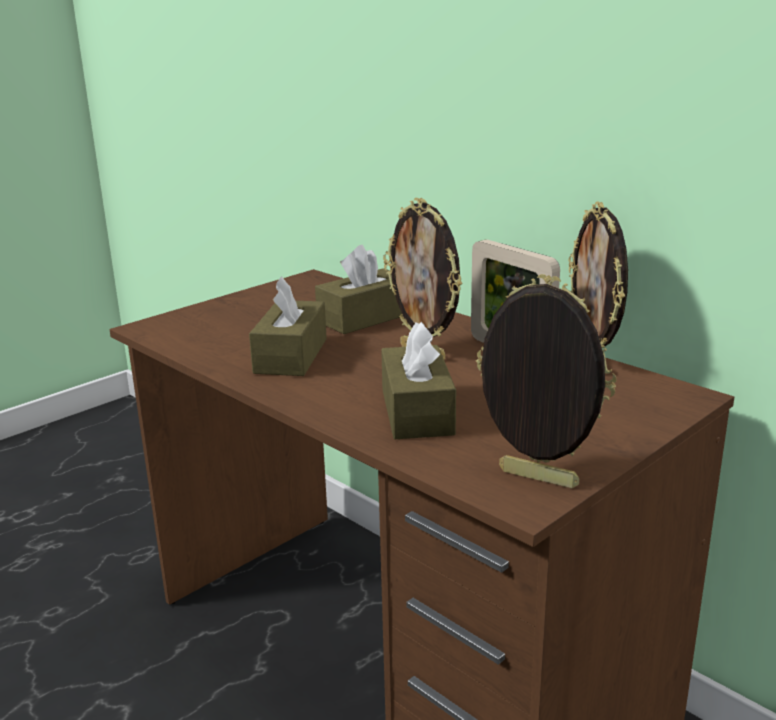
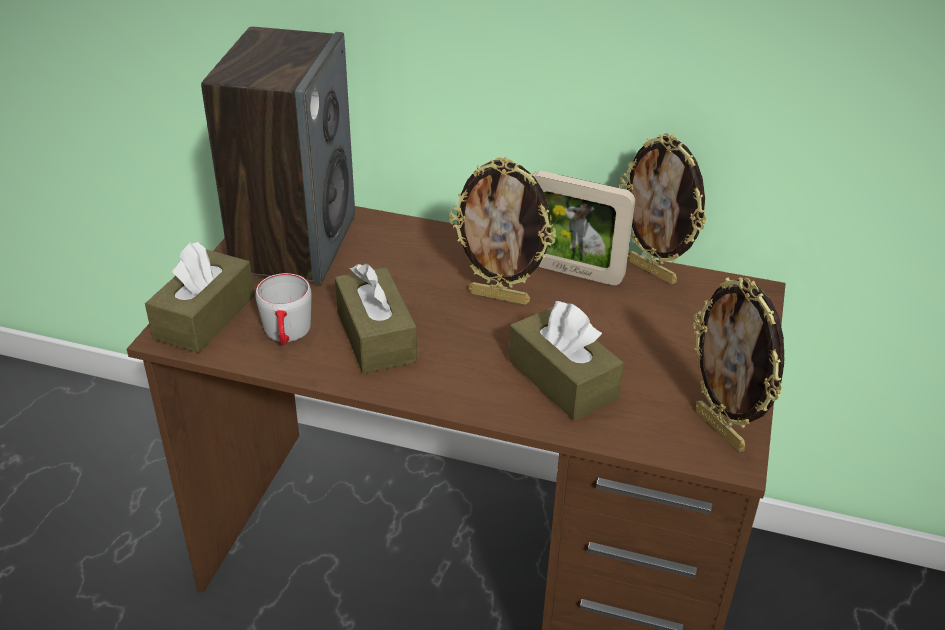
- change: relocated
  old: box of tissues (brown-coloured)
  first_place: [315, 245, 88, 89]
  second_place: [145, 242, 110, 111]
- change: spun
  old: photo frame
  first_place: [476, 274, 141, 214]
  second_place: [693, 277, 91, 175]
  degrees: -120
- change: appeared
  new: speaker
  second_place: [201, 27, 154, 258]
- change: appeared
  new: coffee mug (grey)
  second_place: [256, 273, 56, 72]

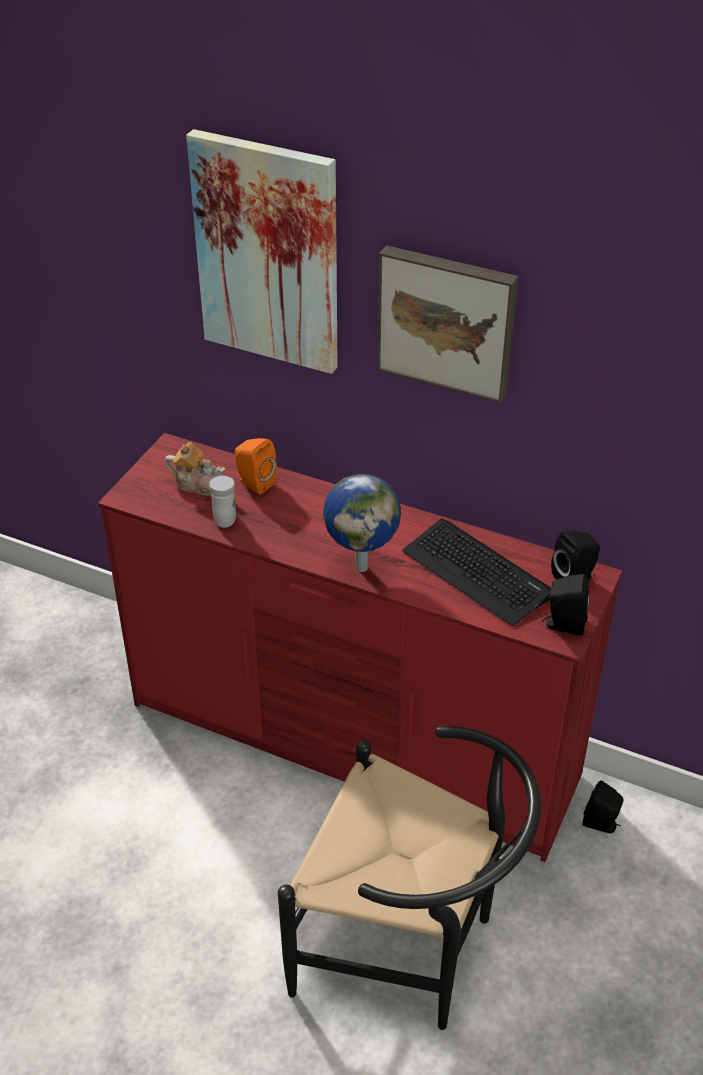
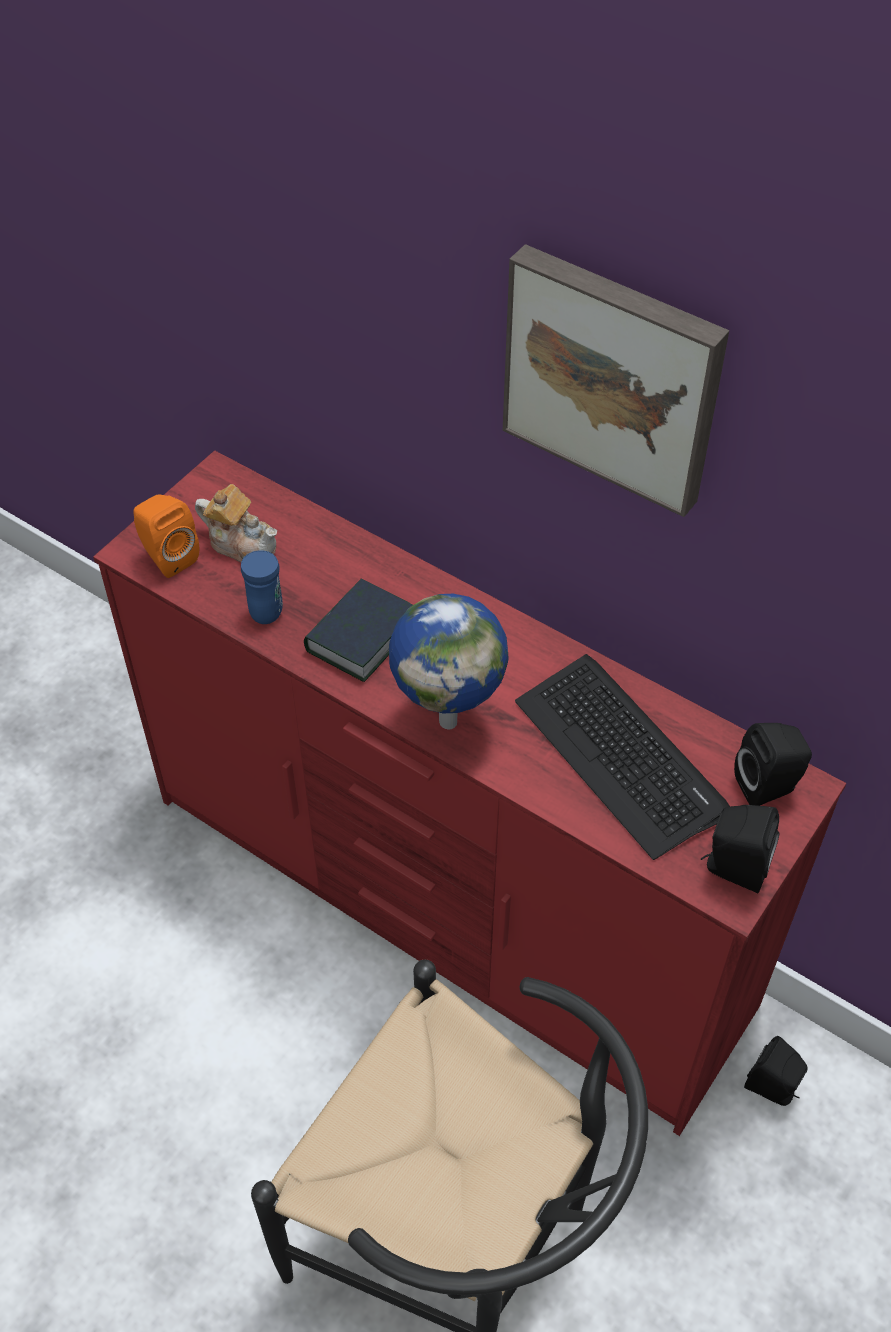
- change: missing
  old: picture
  first_place: [186, 129, 152, 245]
- change: colour
  old: coffee mug (white)
  new: coffee mug (bluish)
  first_place: [209, 476, 27, 52]
  second_place: [241, 550, 42, 74]
- change: relocated
  old: speaker (orange-coloured)
  first_place: [235, 438, 43, 56]
  second_place: [134, 495, 65, 83]
- change: appeared
  new: book
  second_place: [304, 578, 108, 104]

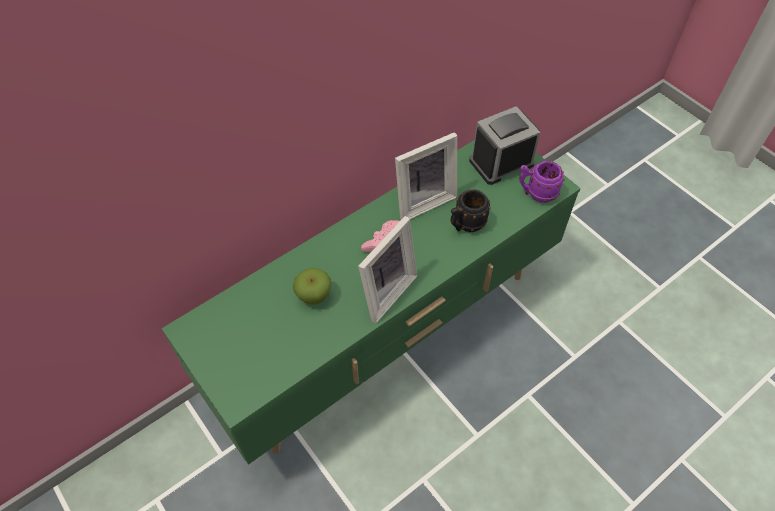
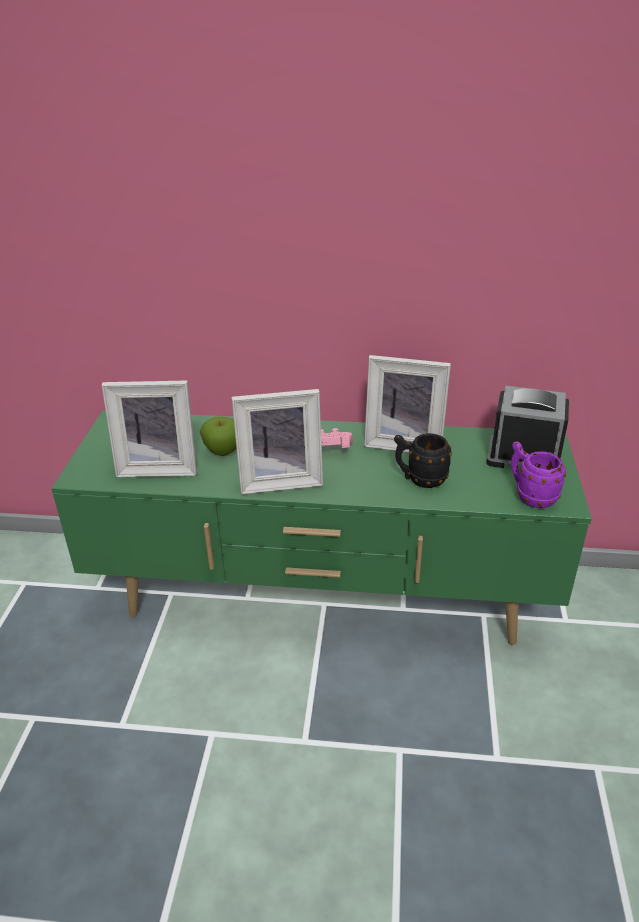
- change: appeared
  new: photo frame
  second_place: [101, 380, 96, 97]

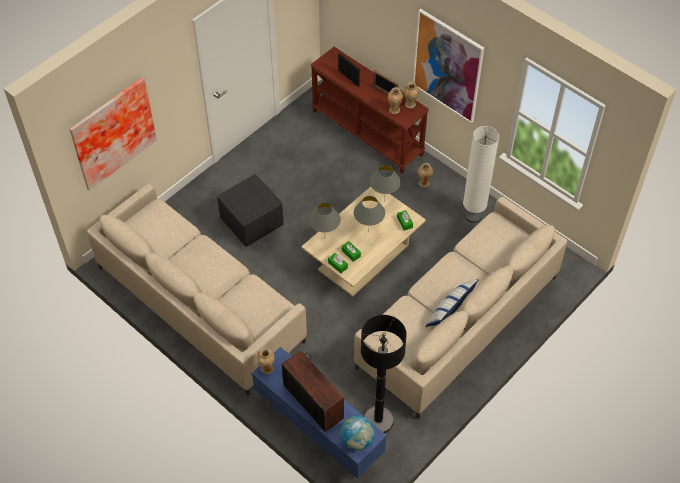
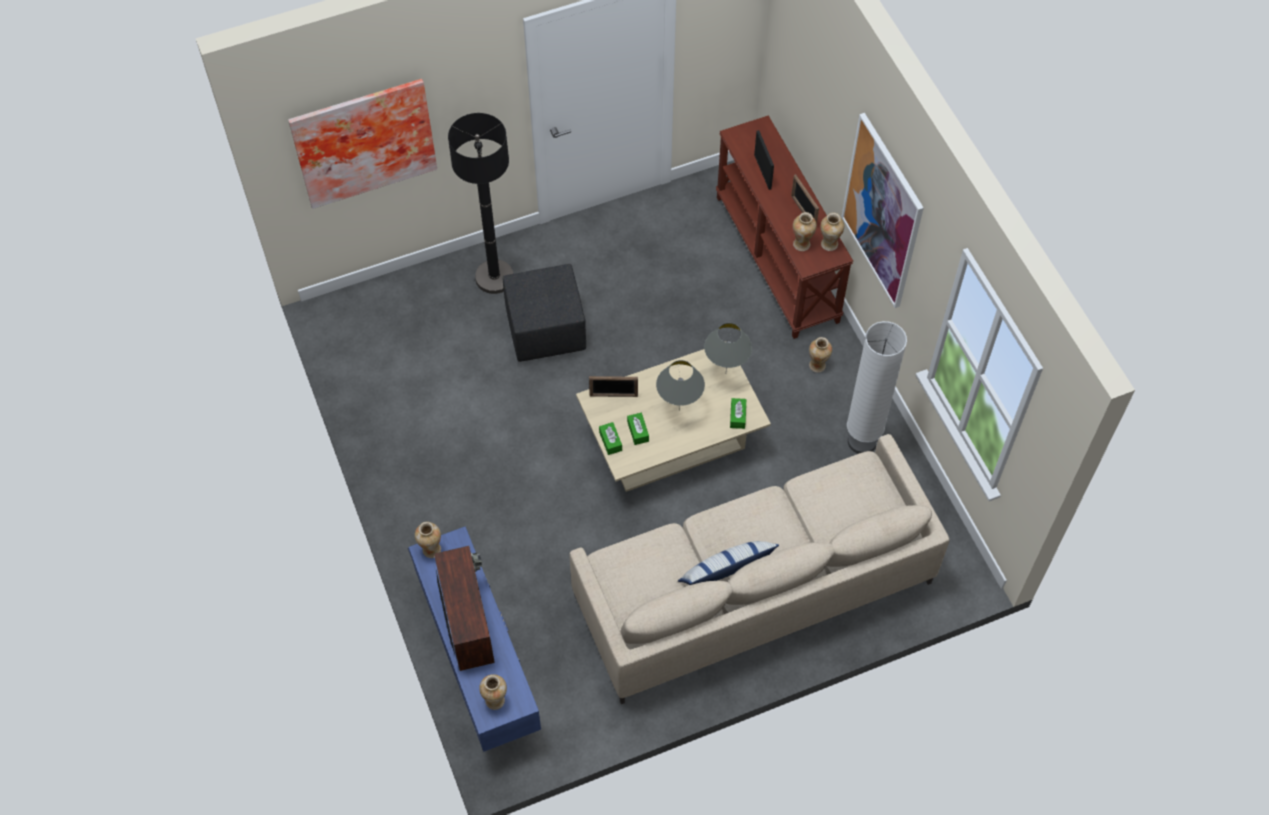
- change: missing
  old: couch (sand-coloured)
  first_place: [87, 184, 220, 212]
- change: exchanged
  old: lamp for a table (grey)
  new: photo frame
  first_place: [309, 203, 32, 29]
  second_place: [589, 376, 49, 21]
- change: exchanged
  old: desk globe
  new: vase
  first_place: [340, 415, 35, 35]
  second_place: [479, 674, 28, 36]
- change: relocated
  old: floor lamp (black-coloured)
  first_place: [361, 315, 46, 118]
  second_place: [448, 113, 66, 181]

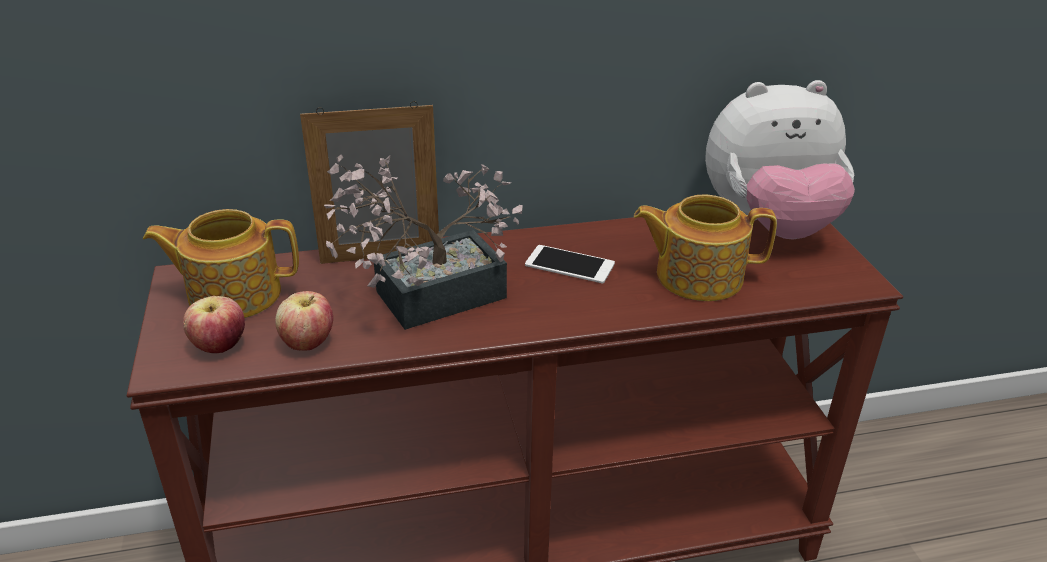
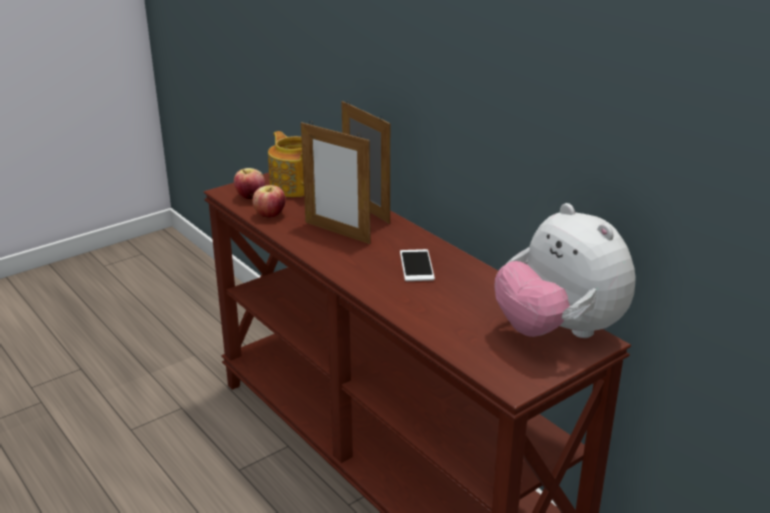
- change: exchanged
  old: plant in a pot
  new: photo frame
  first_place: [324, 154, 199, 176]
  second_place: [301, 121, 70, 123]
- change: missing
  old: pot for tea
  first_place: [634, 194, 143, 107]

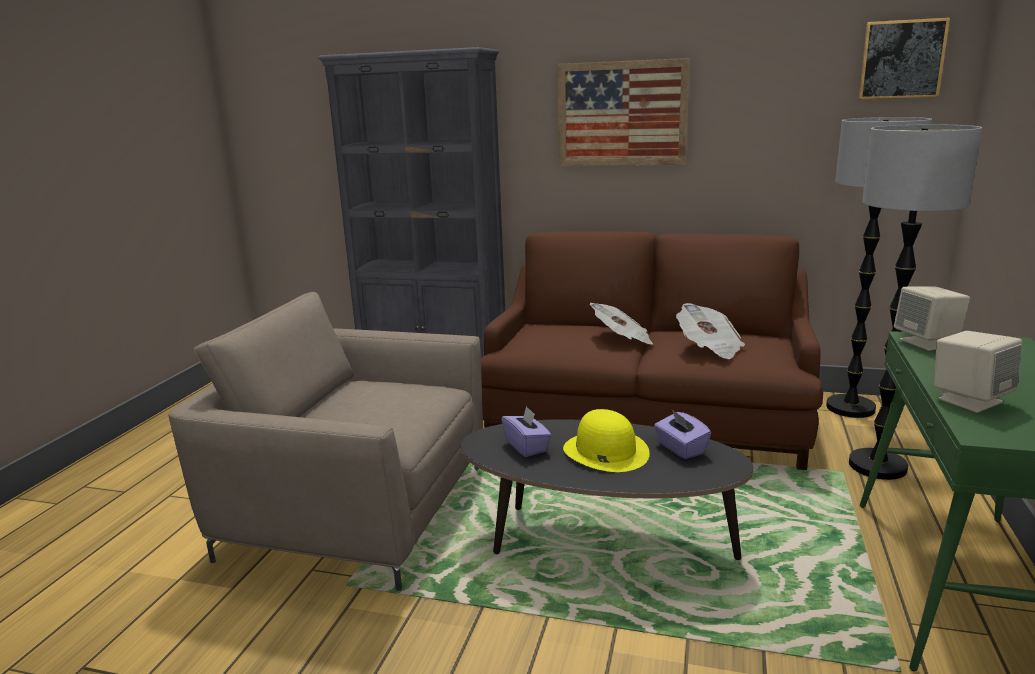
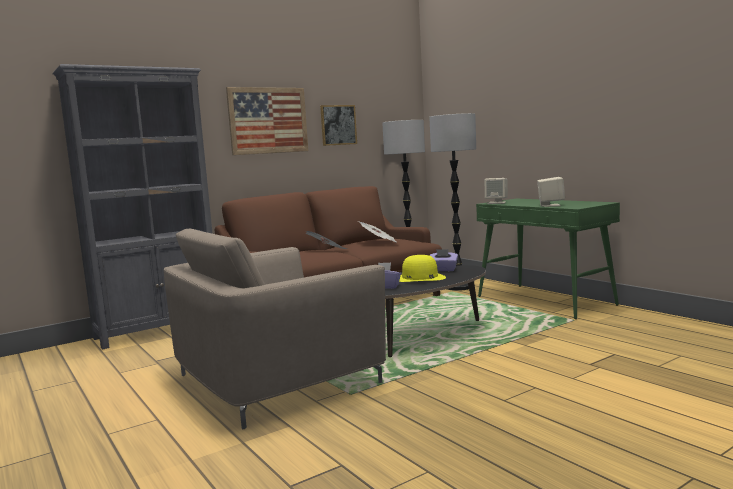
- change: relocated
  old: picture
  first_place: [858, 18, 92, 81]
  second_place: [320, 105, 37, 41]

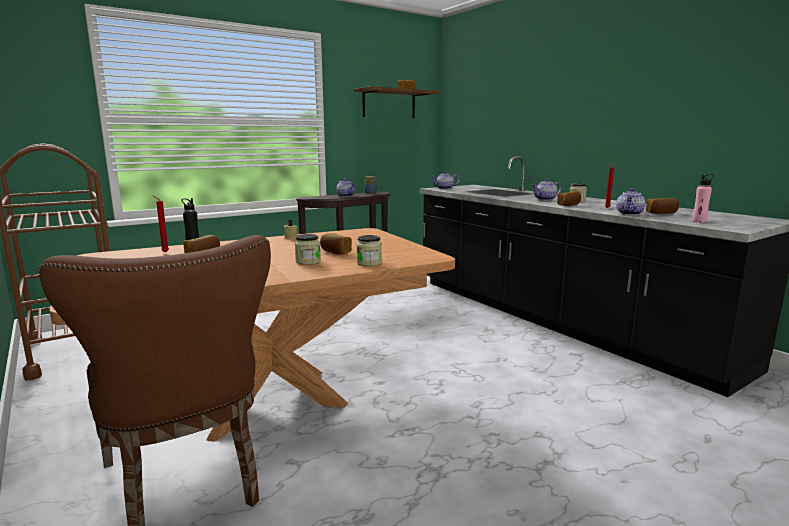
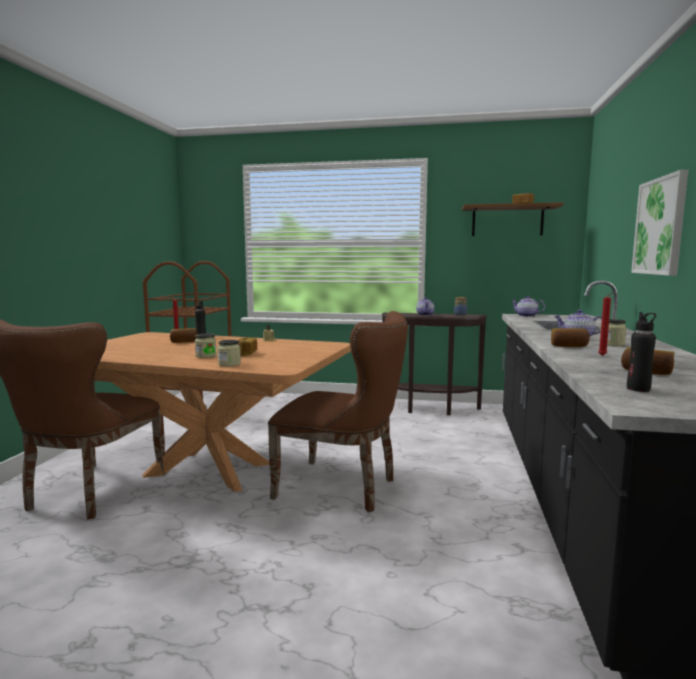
- change: missing
  old: pot for tea
  first_place: [616, 188, 29, 27]
- change: colour
  old: bottle (pink)
  new: bottle (black-coloured)
  first_place: [692, 174, 22, 49]
  second_place: [627, 312, 29, 80]
- change: appeared
  new: chair (brown-coloured)
  second_place: [268, 311, 140, 201]
- change: appeared
  new: picture
  second_place: [631, 170, 57, 106]

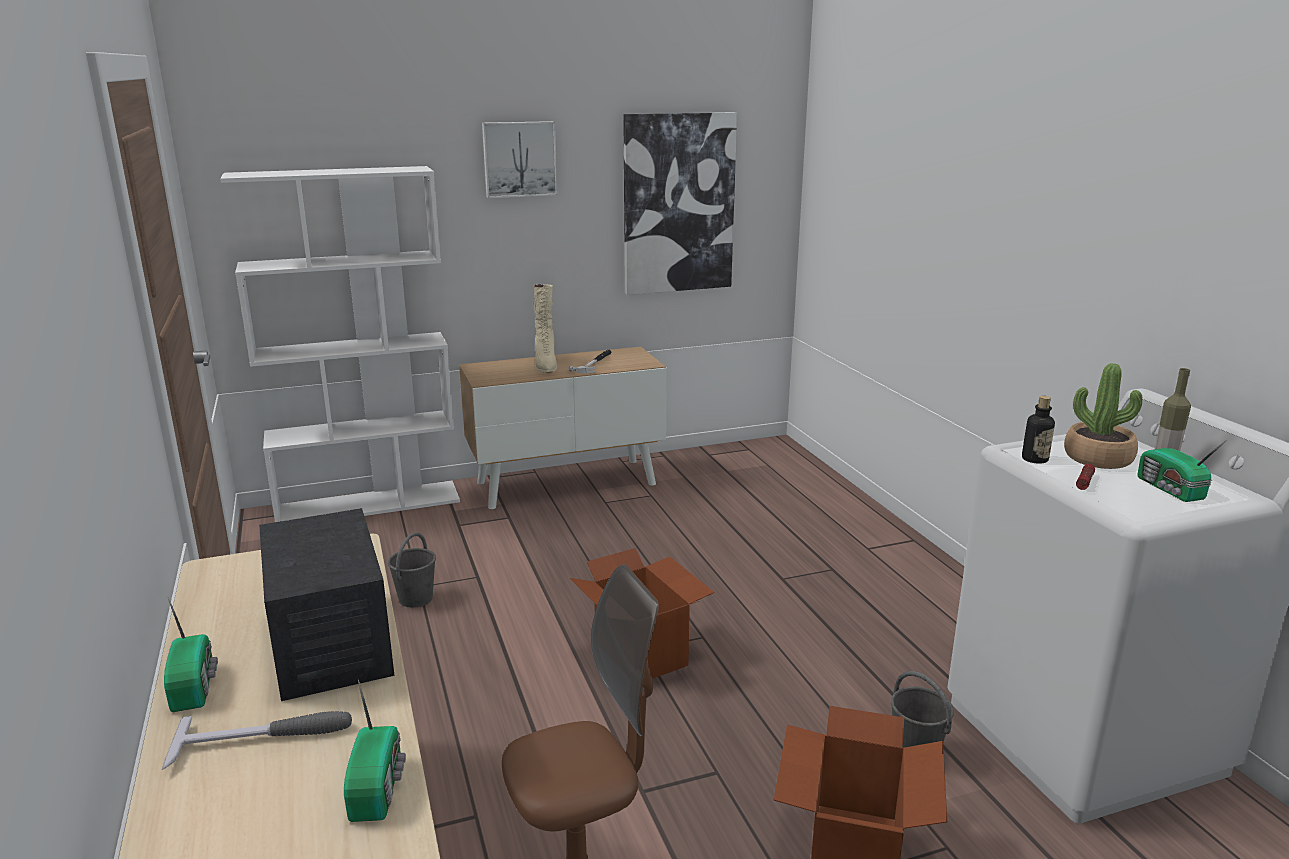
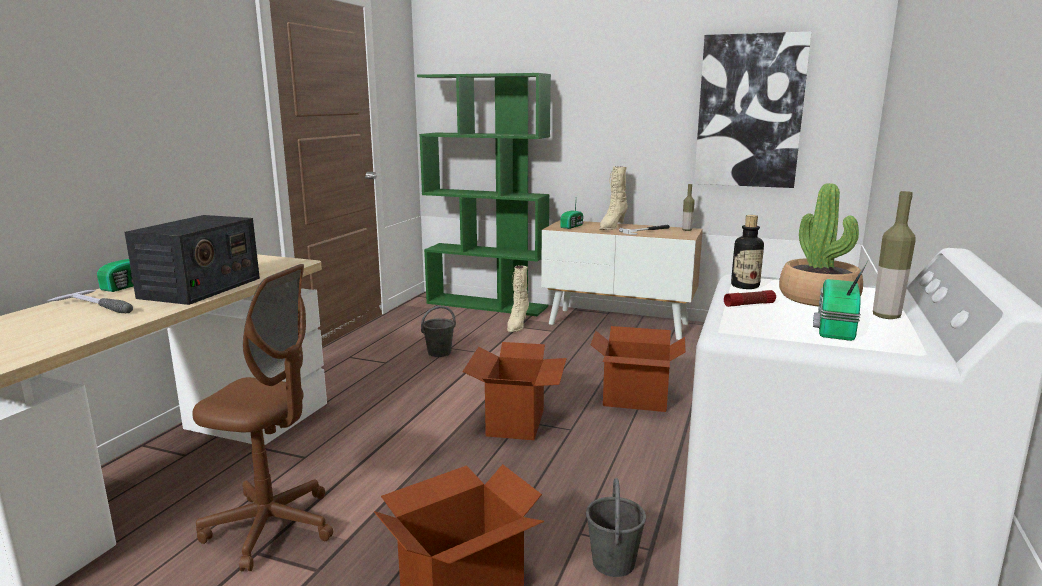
- change: colour
  old: bookshelf (white)
  new: bookshelf (green-coloured)
  first_place: [220, 166, 240, 356]
  second_place: [417, 73, 134, 243]
- change: relocated
  old: radio
  first_place: [344, 679, 62, 143]
  second_place: [561, 202, 22, 27]
- change: missing
  old: picture
  first_place: [482, 121, 76, 77]
- change: appeared
  new: boot (sand-coloured)
  second_place: [507, 266, 22, 66]
- change: appeared
  new: carton
  second_place: [591, 326, 95, 86]
- change: appeared
  new: bottle
  second_place: [682, 184, 13, 47]

